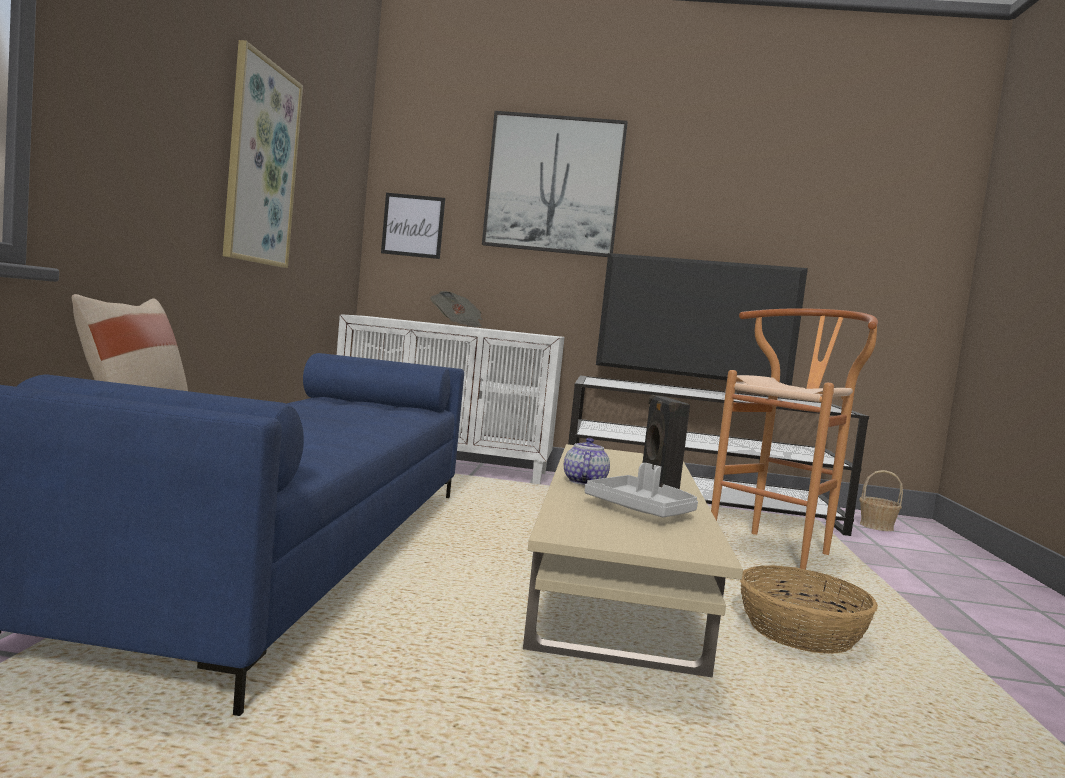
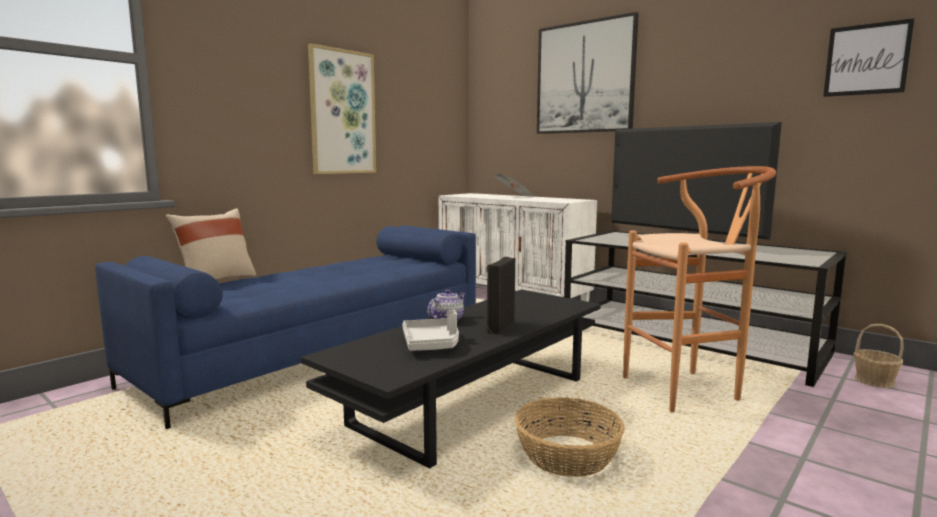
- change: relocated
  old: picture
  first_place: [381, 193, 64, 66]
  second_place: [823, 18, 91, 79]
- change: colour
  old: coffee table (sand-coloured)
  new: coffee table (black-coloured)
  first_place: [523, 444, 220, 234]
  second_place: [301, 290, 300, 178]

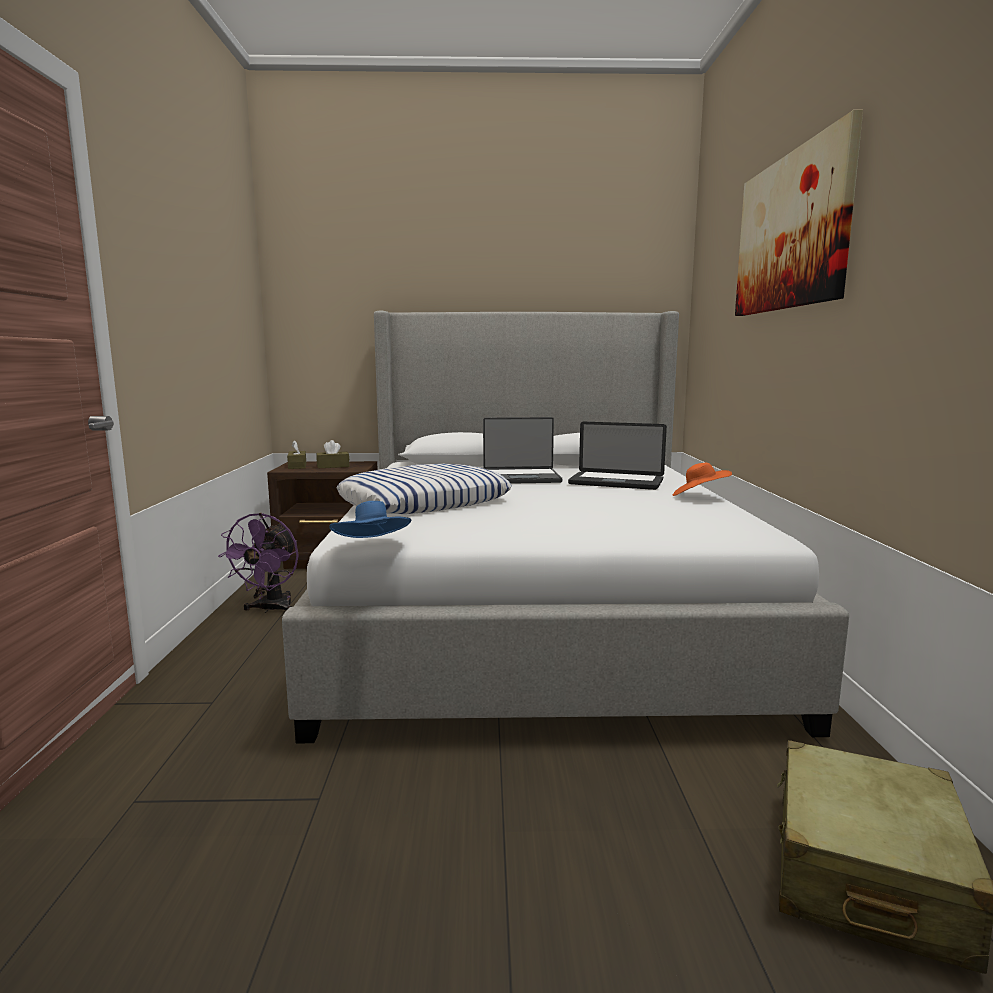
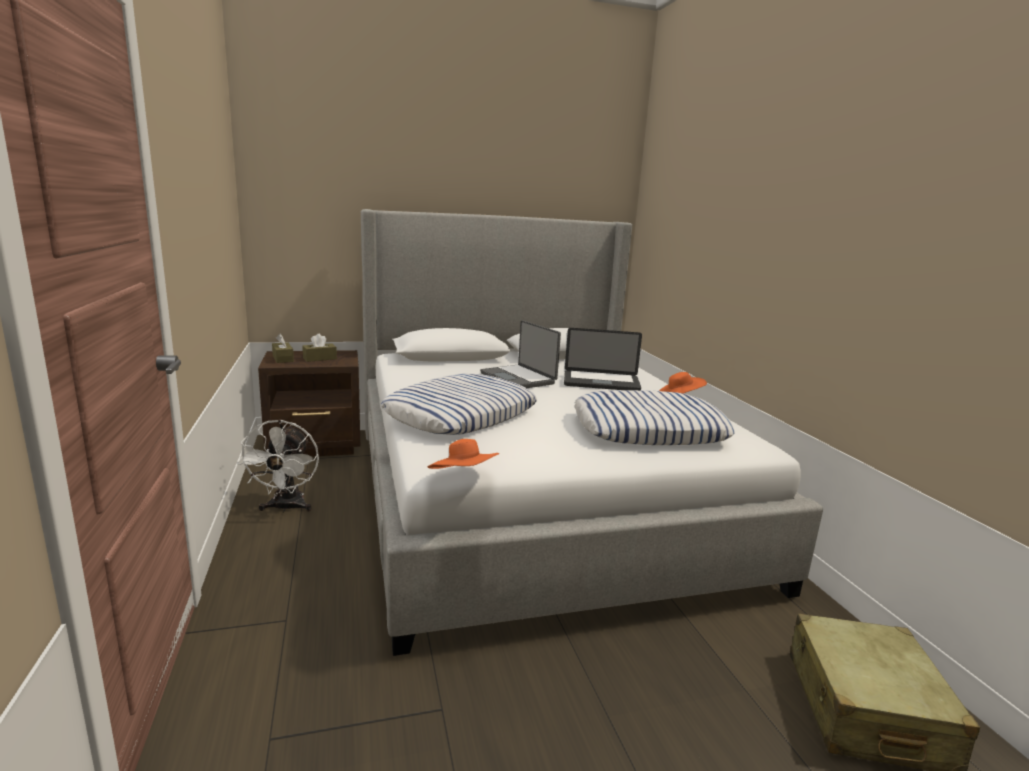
- change: colour
  old: cooling fan (purple)
  new: cooling fan (white)
  first_place: [218, 513, 81, 100]
  second_place: [237, 419, 82, 94]
- change: colour
  old: hat (bluish)
  new: hat (orange-coloured)
  first_place: [329, 501, 82, 37]
  second_place: [427, 439, 72, 30]
- change: spun
  old: laptop
  first_place: [483, 417, 79, 67]
  second_place: [480, 320, 81, 68]
  degrees: 75
- change: missing
  old: picture
  first_place: [735, 110, 128, 206]
- change: appeared
  new: cushion
  second_place: [575, 390, 160, 55]

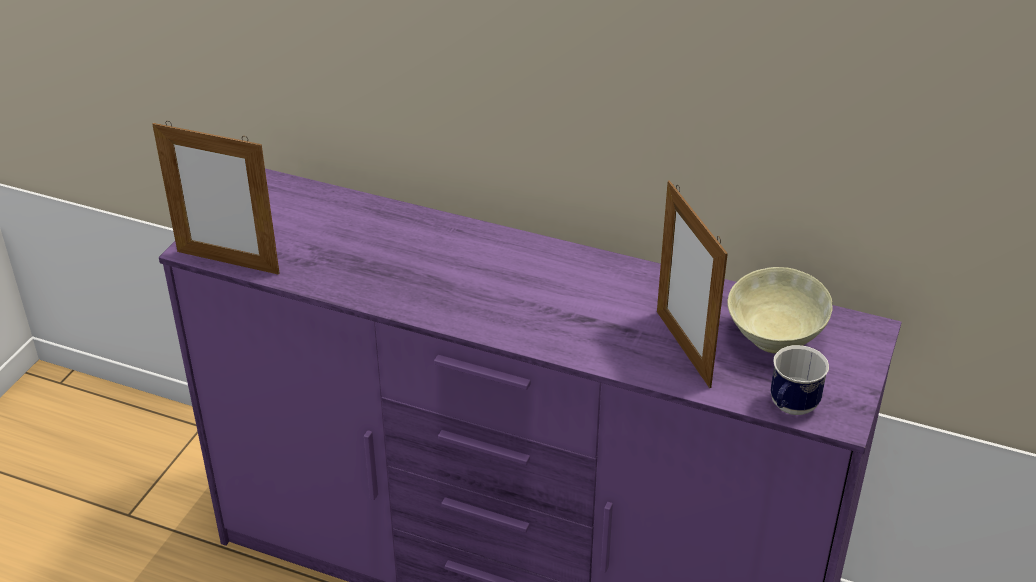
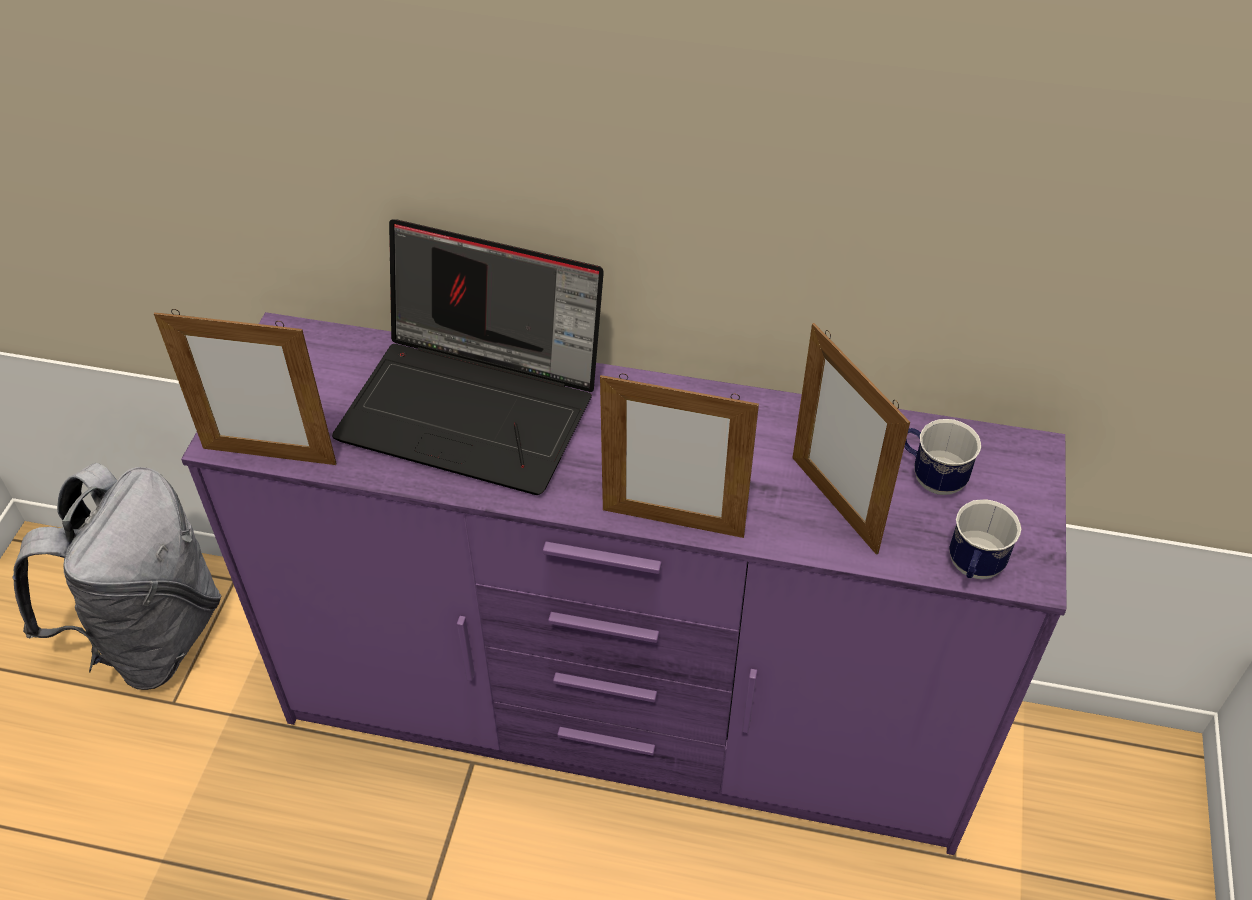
- change: exchanged
  old: deep dish (sand-coloured)
  new: coffee mug
  first_place: [727, 267, 106, 86]
  second_place: [904, 419, 77, 76]
- change: appeared
  new: rucksack (grey)
  second_place: [13, 463, 208, 227]
- change: appeared
  new: laptop
  second_place: [332, 219, 272, 276]
- change: appeared
  new: photo frame
  second_place: [600, 373, 159, 165]

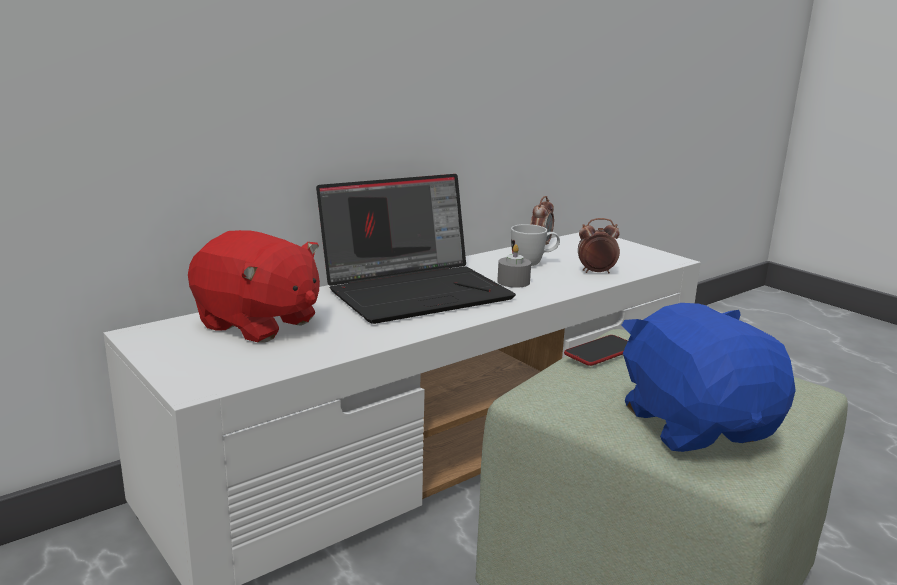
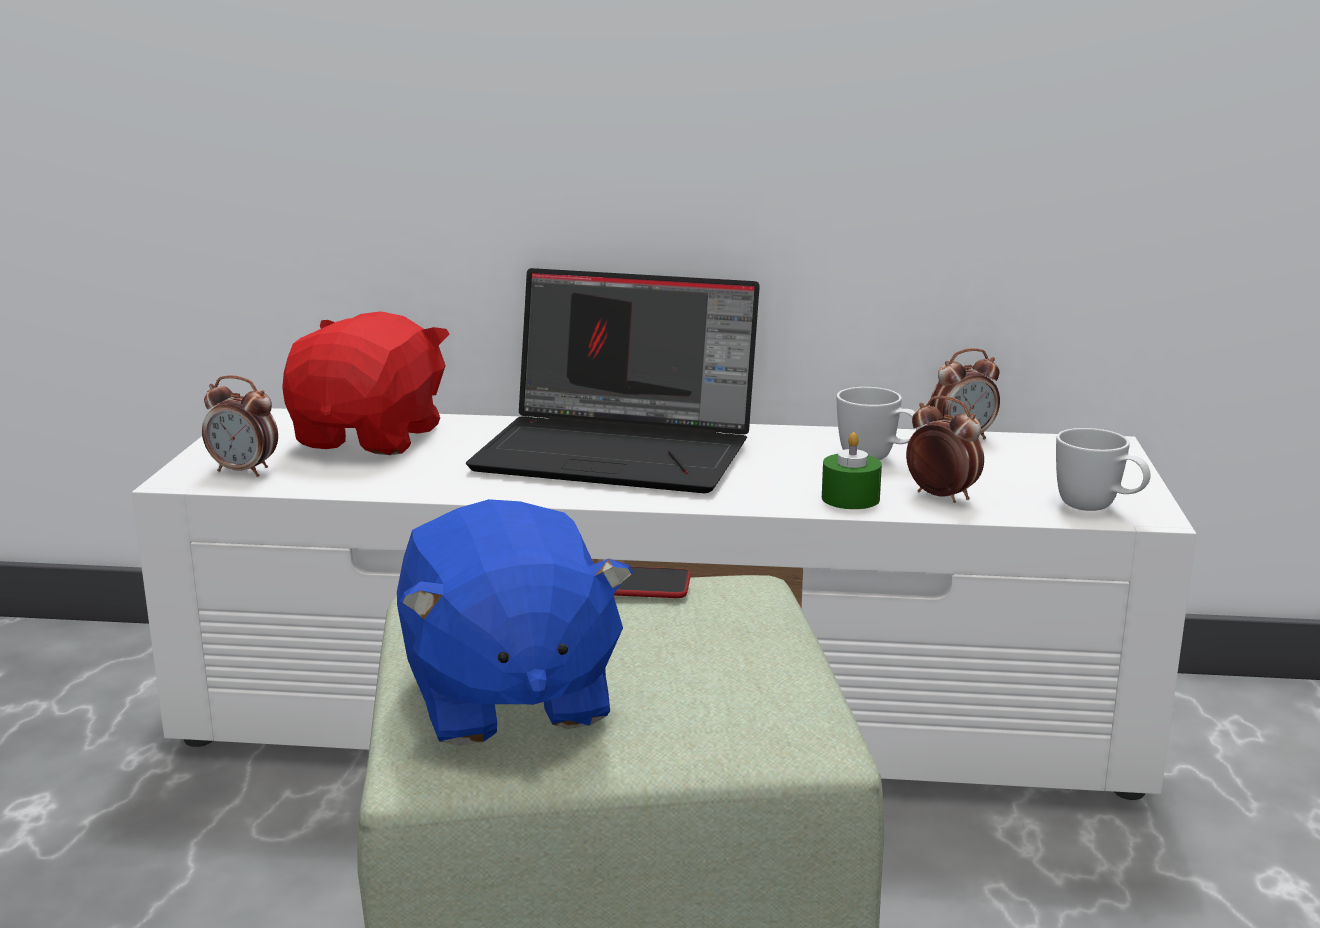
- change: spun
  old: soft toy (red-coloured)
  first_place: [188, 230, 132, 112]
  second_place: [282, 311, 168, 144]
  degrees: -150
- change: missing
  old: wax light (grey)
  first_place: [497, 244, 34, 44]
- change: spun
  old: soft toy (bluish)
  first_place: [622, 303, 174, 149]
  second_place: [397, 499, 237, 247]
  degrees: 135
- change: appeared
  new: bedside clock
  second_place: [202, 375, 76, 102]
- change: appeared
  new: wax light (green-coloured)
  second_place: [822, 432, 60, 77]
- change: appeared
  new: coffee mug (white)
  second_place: [1056, 428, 95, 83]

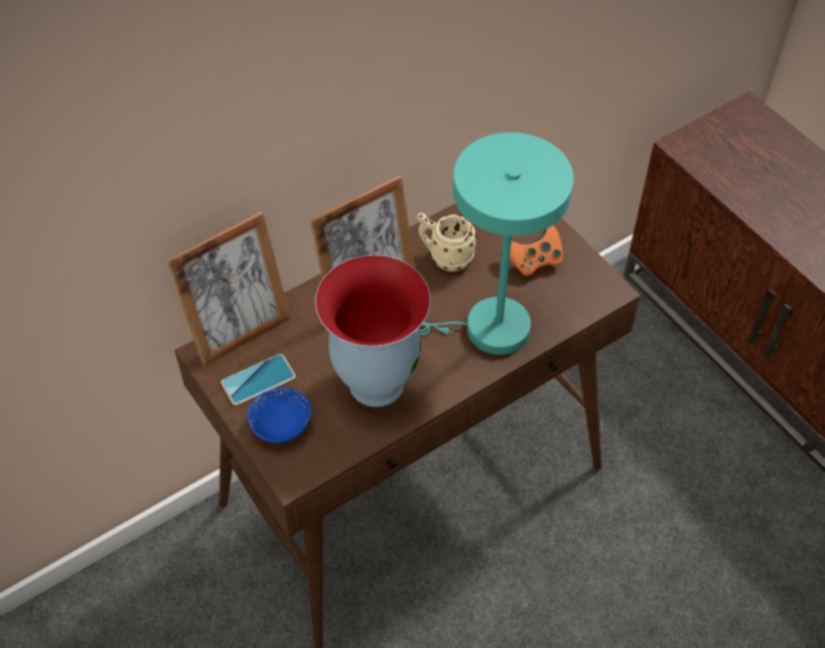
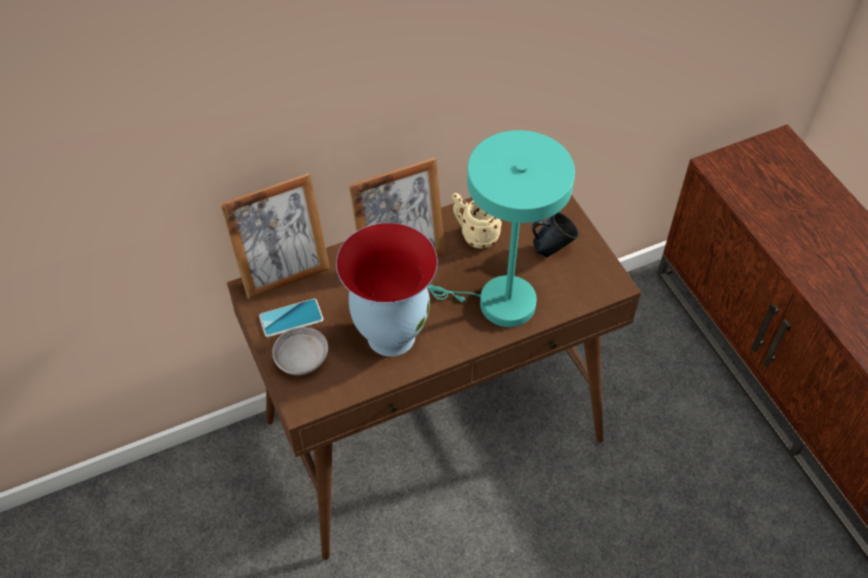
- change: colour
  old: deep dish (bluish)
  new: deep dish (grey)
  first_place: [248, 387, 63, 57]
  second_place: [272, 327, 56, 48]
- change: exchanged
  old: joypad (orange-coloured)
  new: coffee mug (bluish)
  first_place: [501, 225, 62, 52]
  second_place: [531, 212, 47, 45]

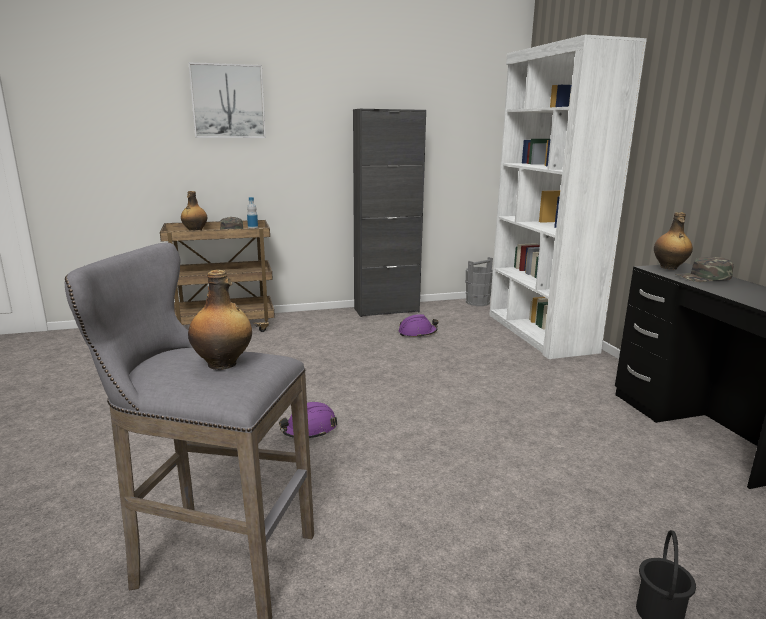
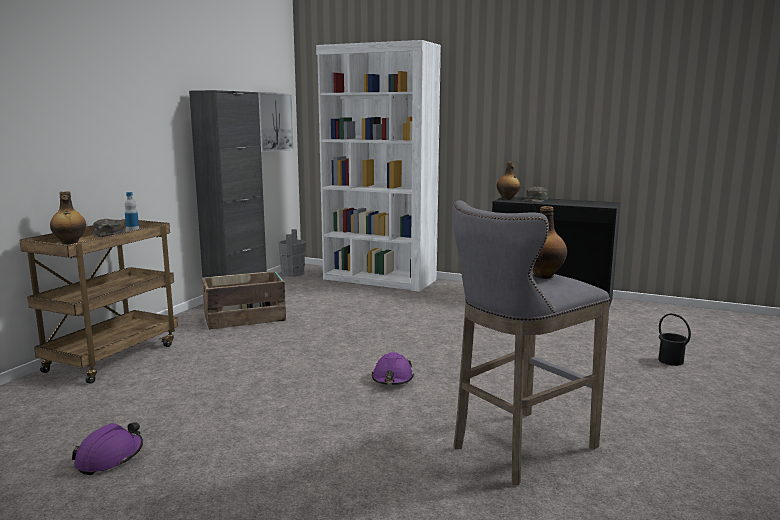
- change: relocated
  old: picture
  first_place: [188, 62, 78, 76]
  second_place: [258, 92, 36, 61]
- change: relocated
  old: safety helmet (purple)
  first_place: [398, 314, 40, 24]
  second_place: [72, 422, 71, 53]
- change: appeared
  new: shipping crate
  second_place: [202, 271, 84, 59]

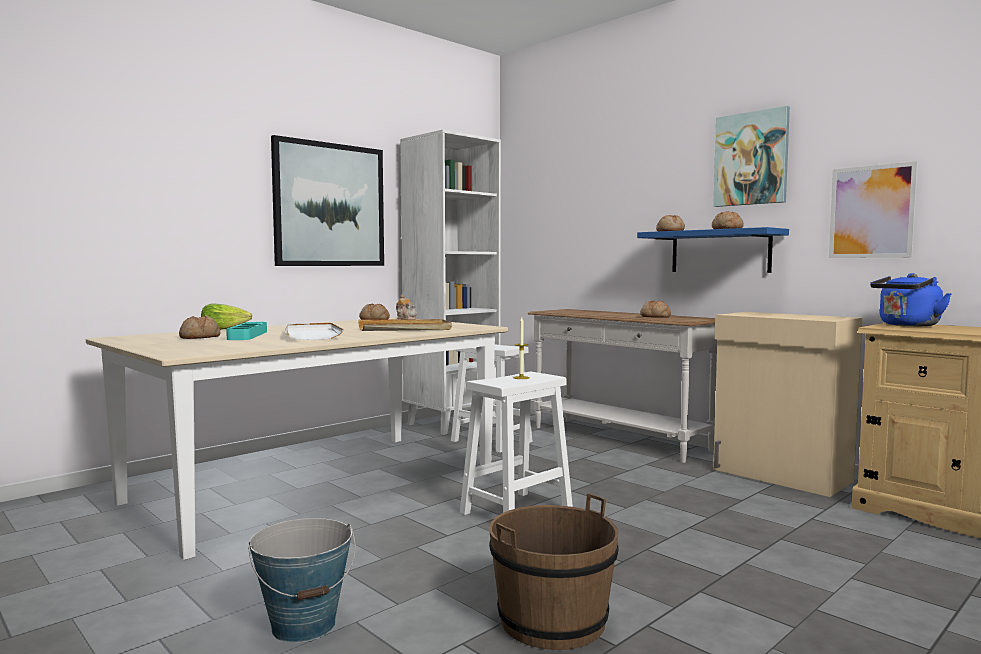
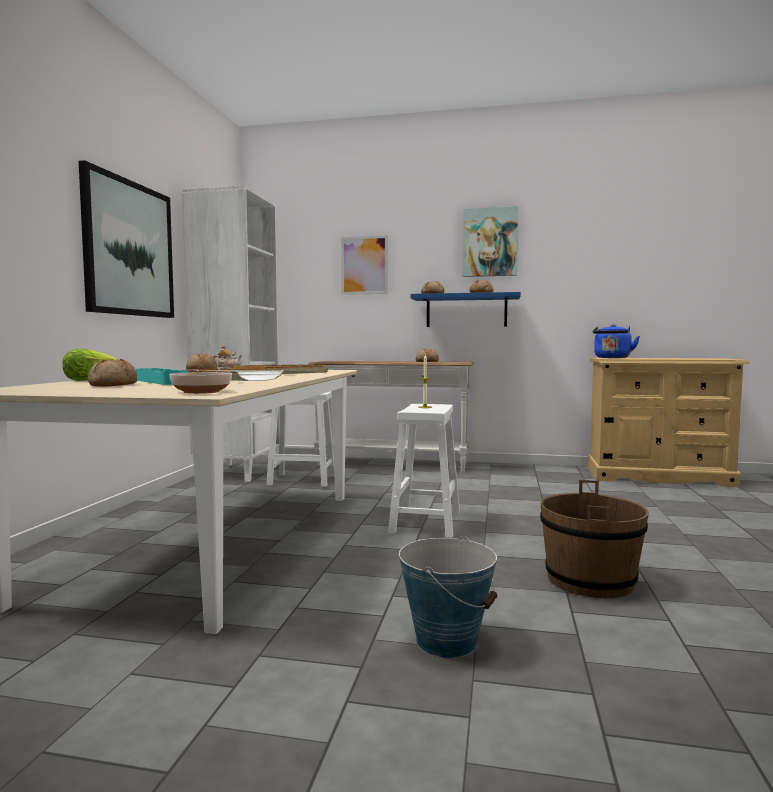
- change: missing
  old: cabinet (sand-coloured)
  first_place: [713, 312, 149, 185]
- change: relocated
  old: picture
  first_place: [829, 161, 89, 97]
  second_place: [341, 235, 47, 60]
- change: appeared
  new: deep dish
  second_place: [170, 372, 62, 22]

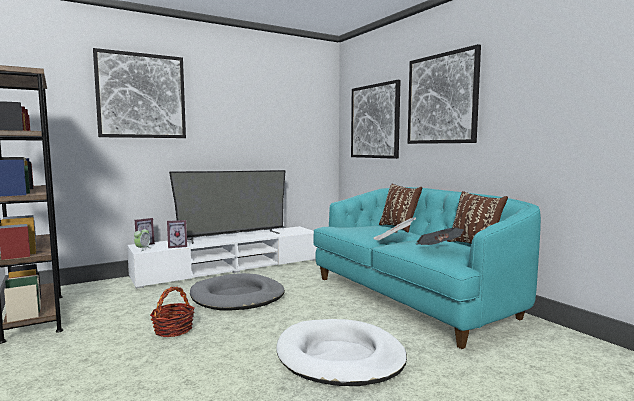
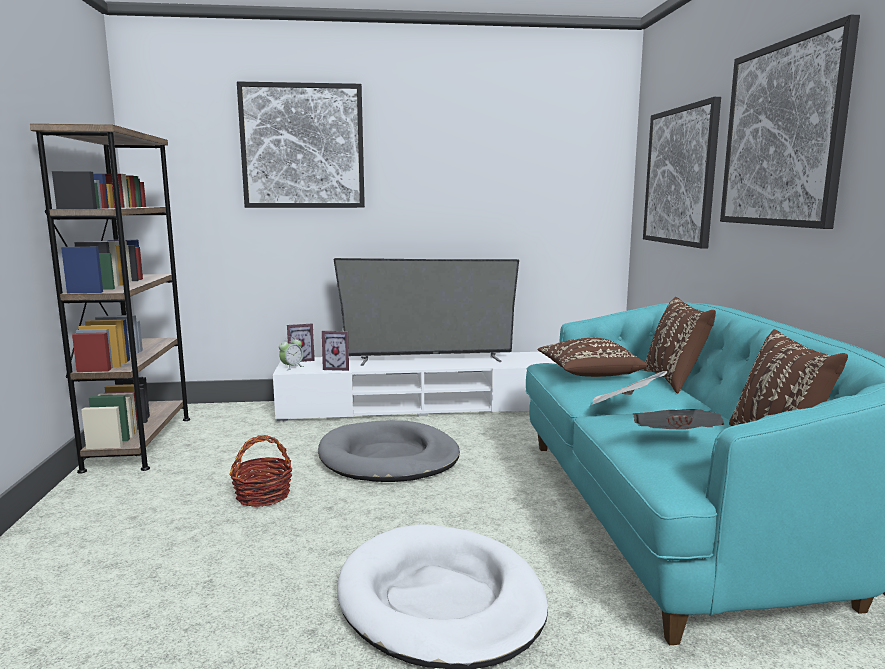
- change: appeared
  new: cushion (brown-coloured)
  second_place: [538, 338, 109, 39]

